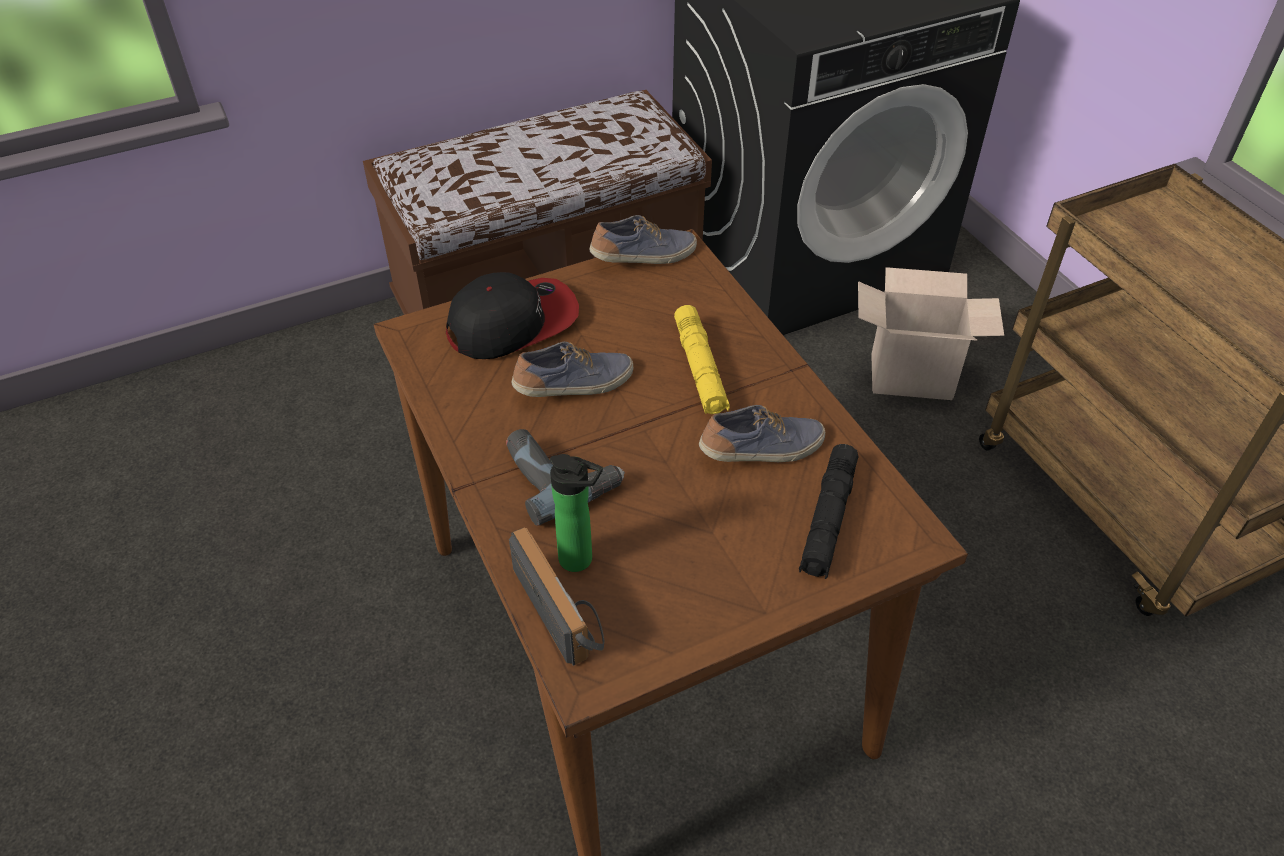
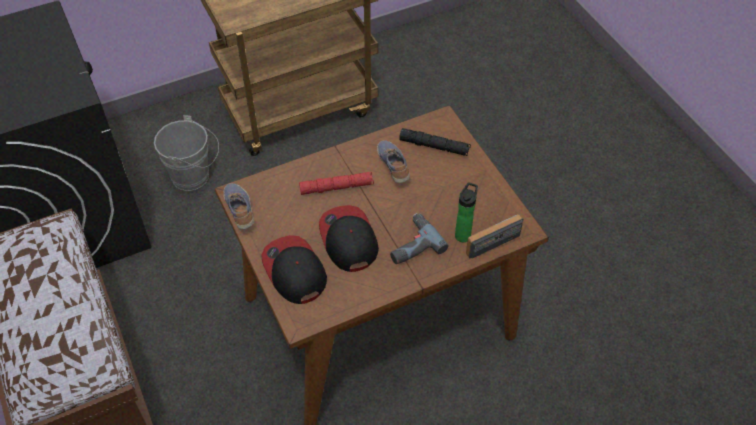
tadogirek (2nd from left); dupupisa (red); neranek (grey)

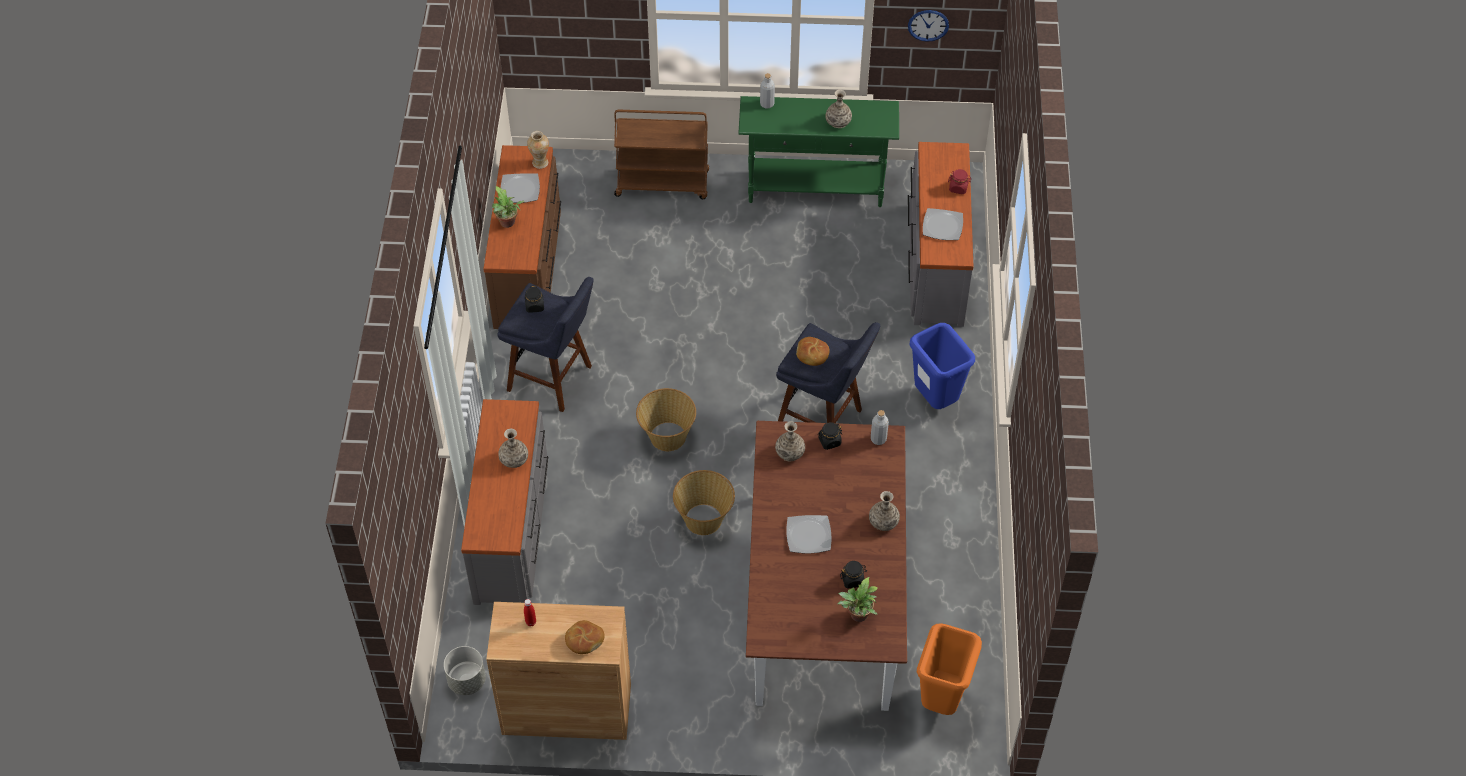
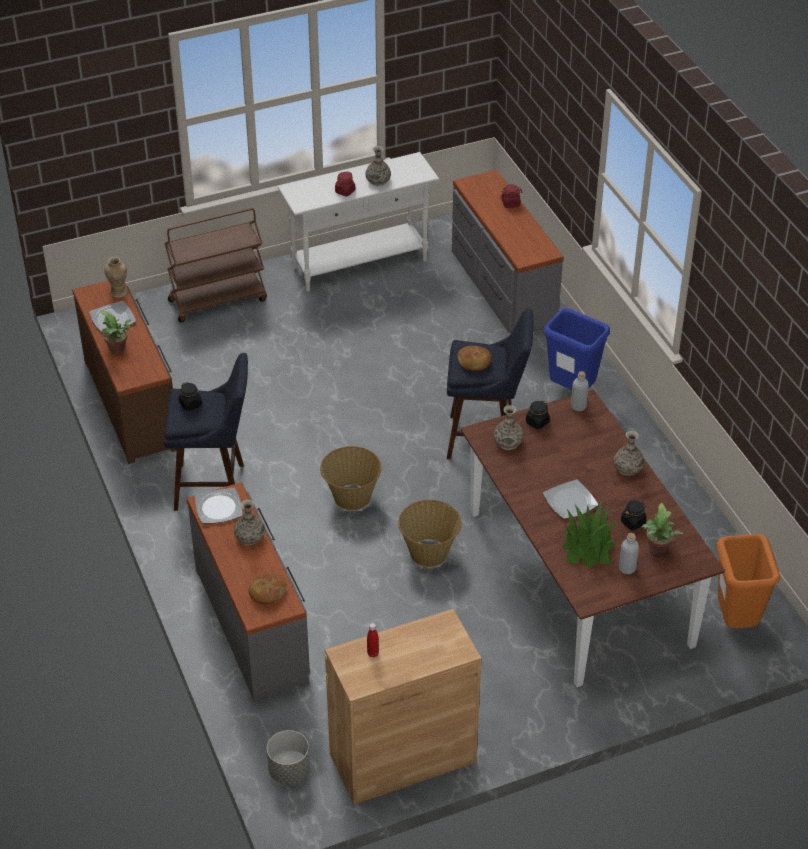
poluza (1st from left); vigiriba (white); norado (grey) (2nd from left); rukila; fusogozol (2nd from left); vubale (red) (1st from left); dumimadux (2nd from left)

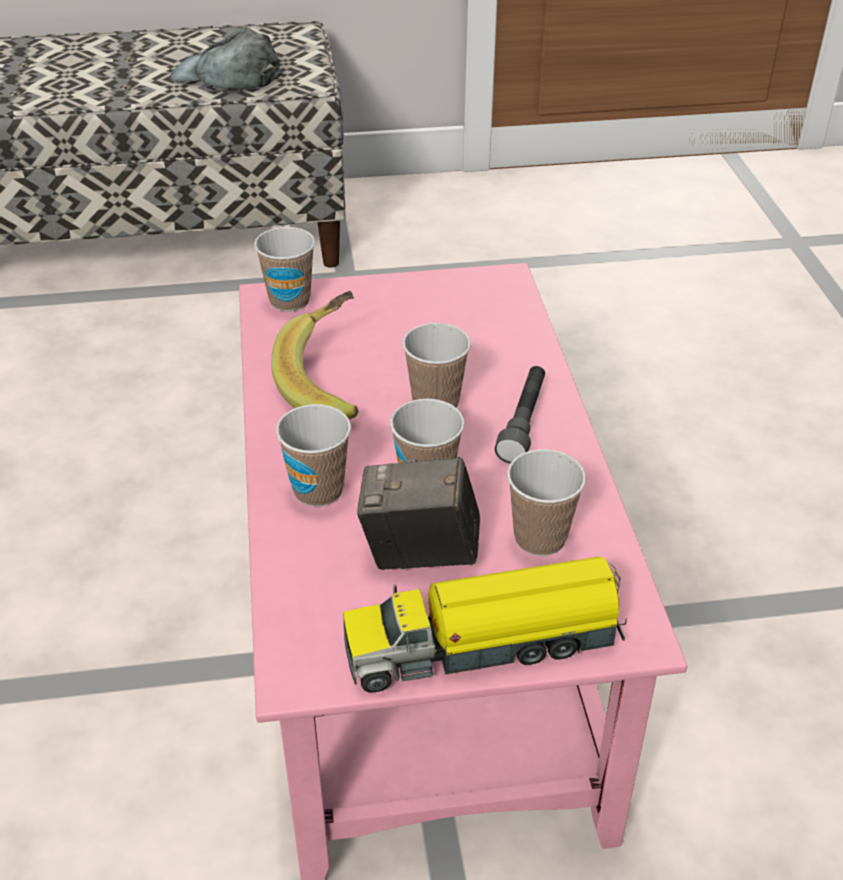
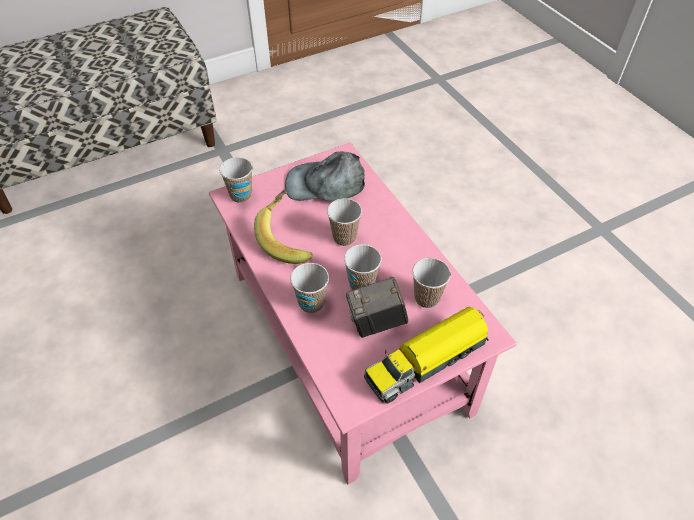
tadogirek (grey); dupupisa (grey)

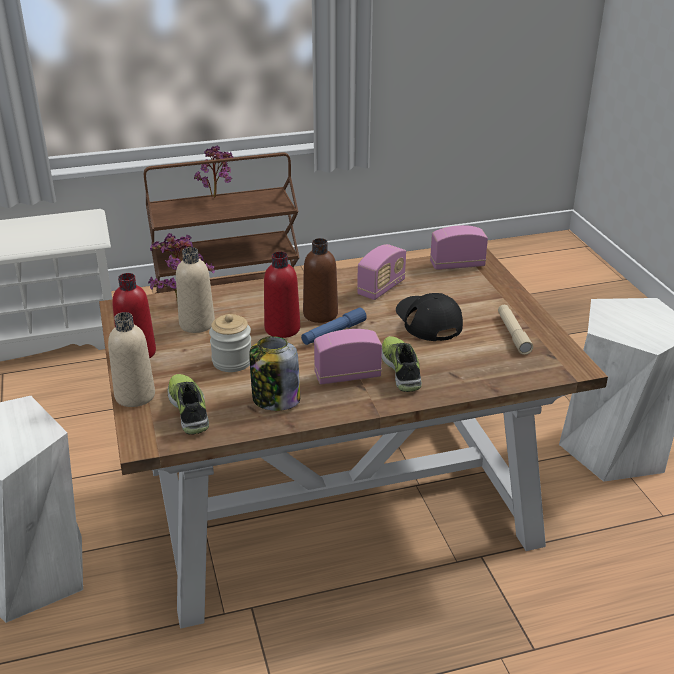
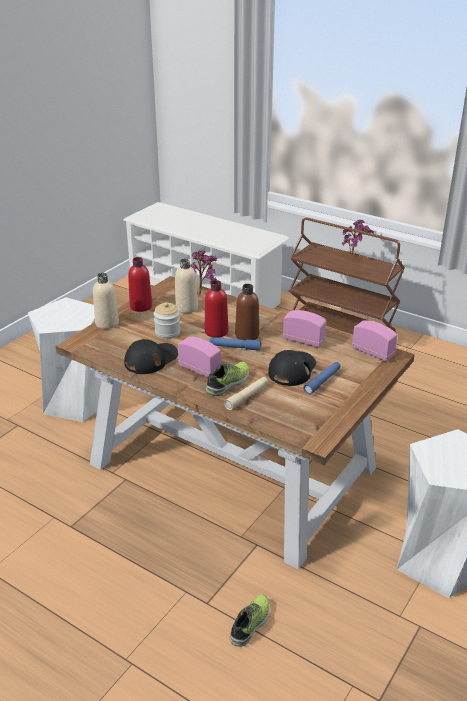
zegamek (2nd from left); tadogirek (black) (1st from left); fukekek (2nd from left); dupupisa (beige); dupupisa (blue) (2nd from left)

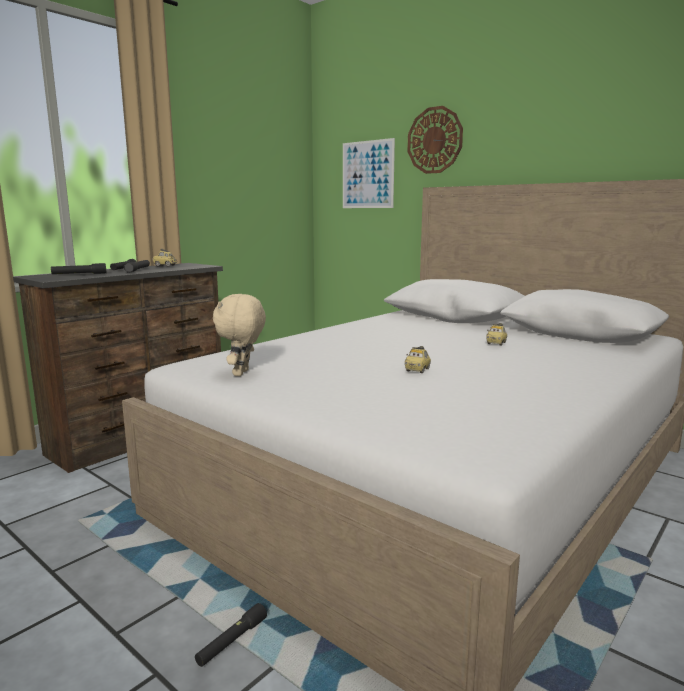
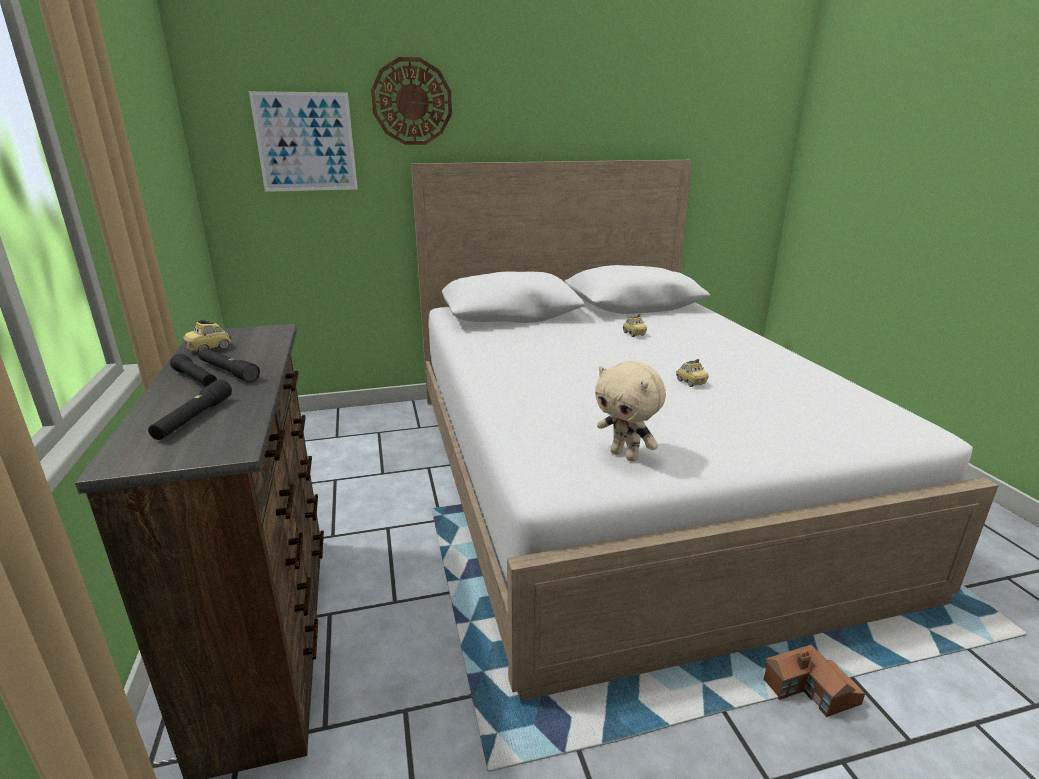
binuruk

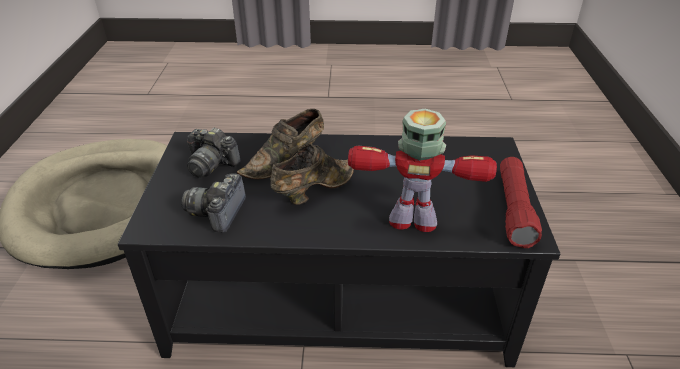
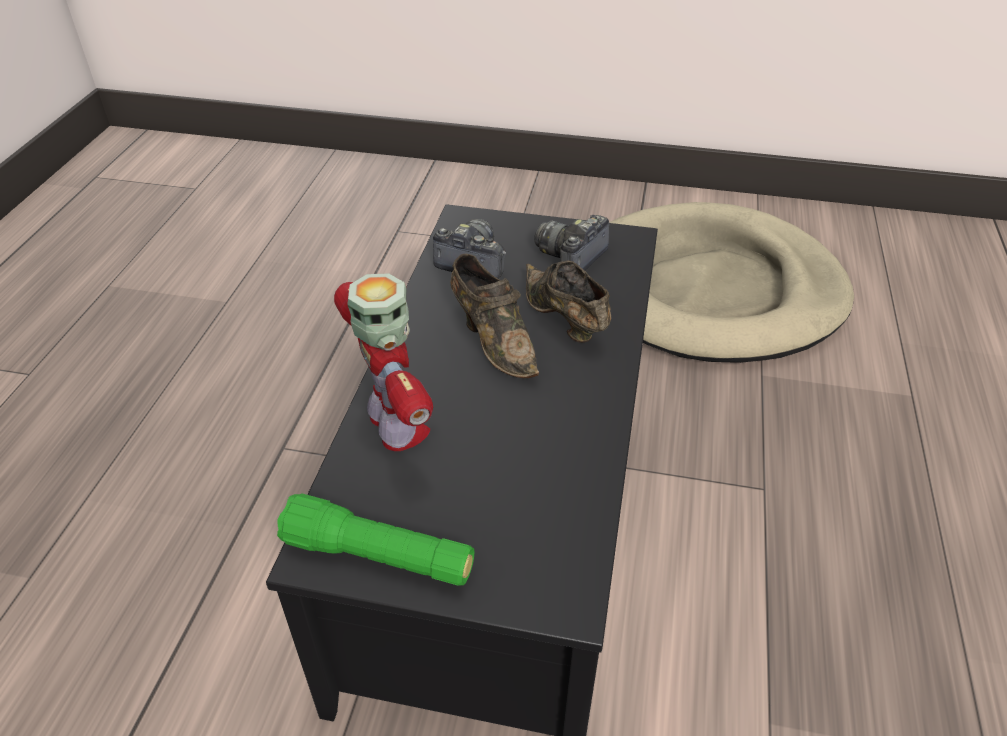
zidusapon; dupupisa (green)

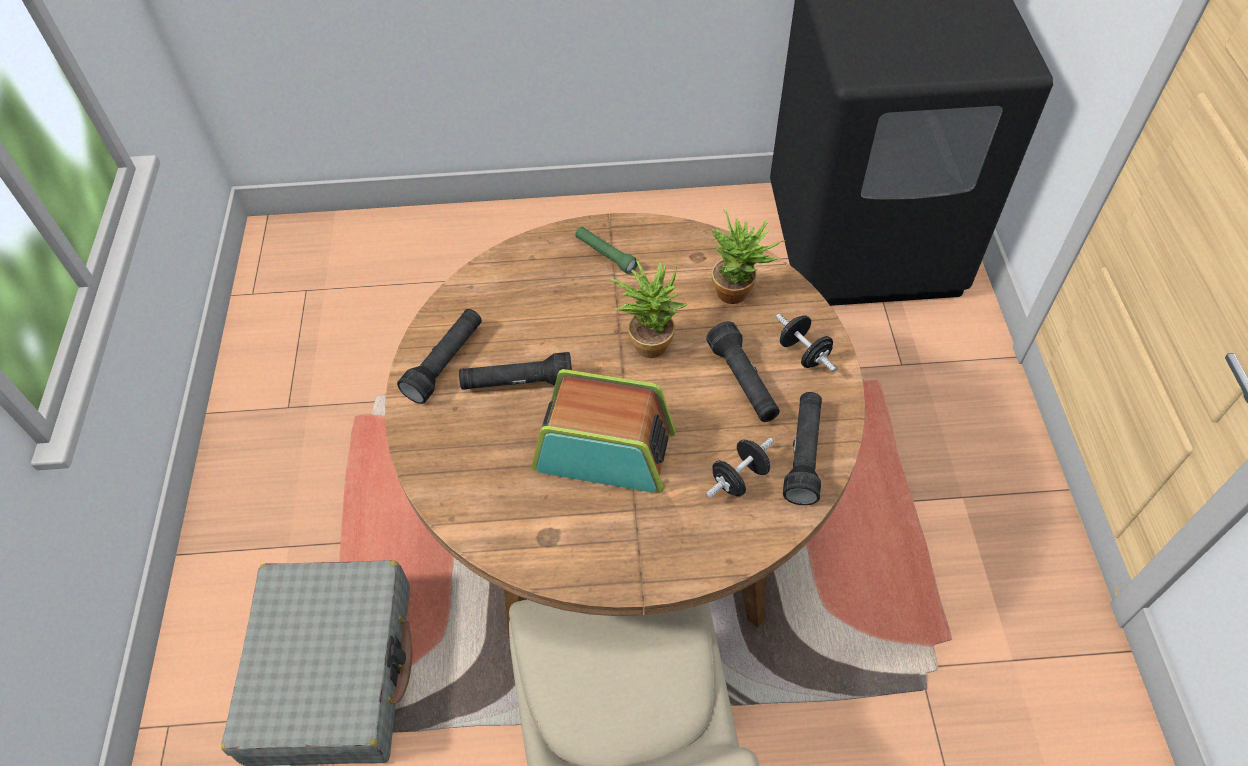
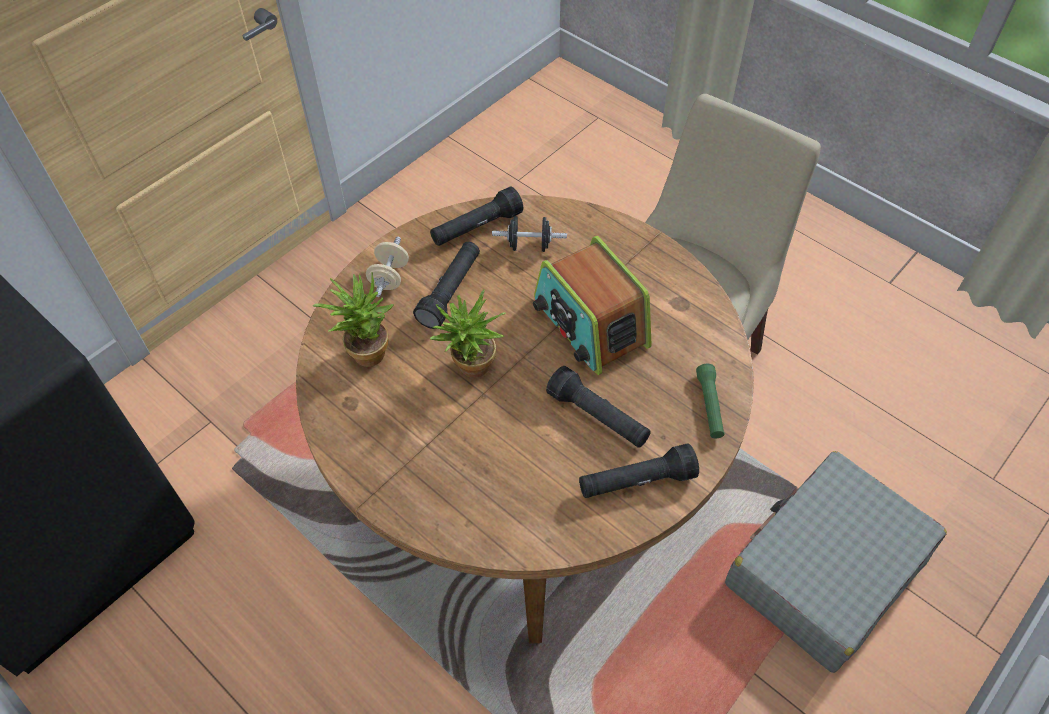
dupupisa (green); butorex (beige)

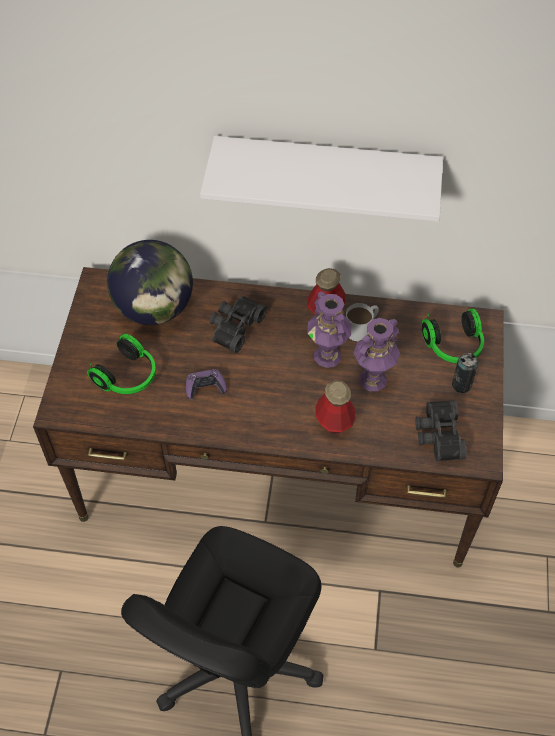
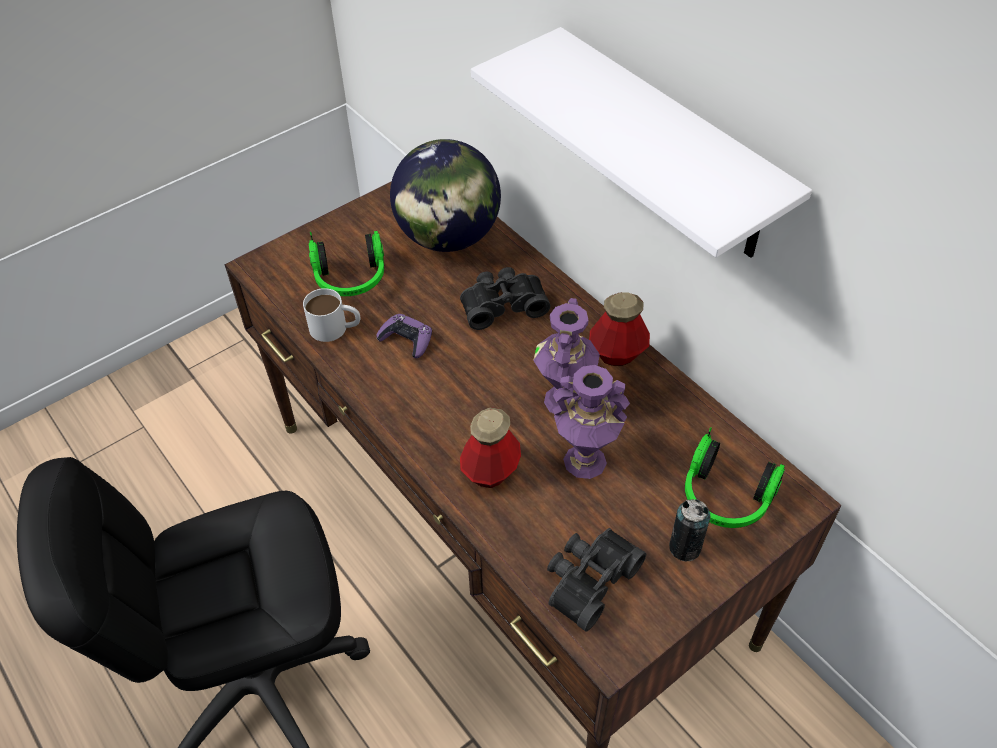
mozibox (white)

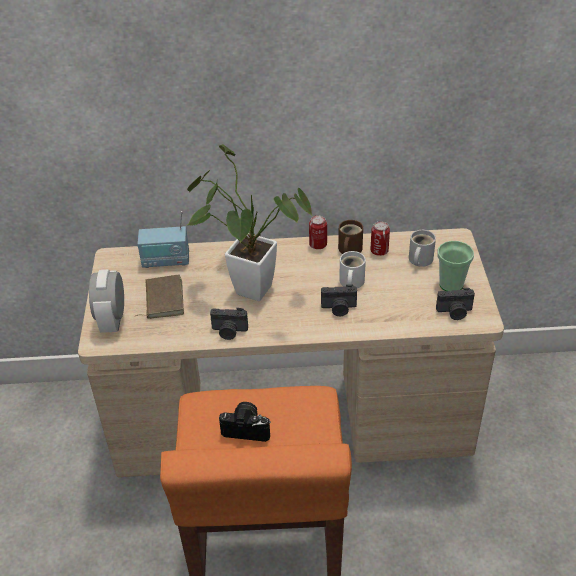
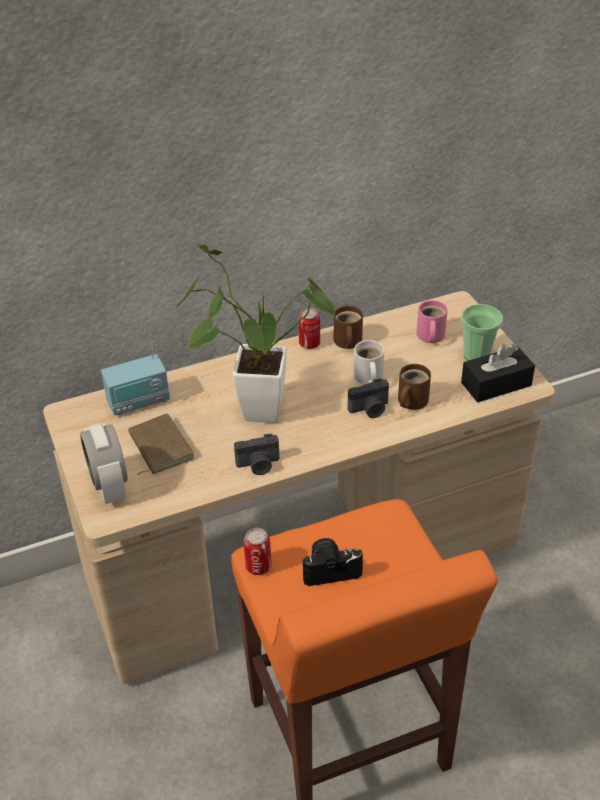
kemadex (1st from left); mozibox (pink); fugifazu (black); mozibox (brown) (2nd from left)

